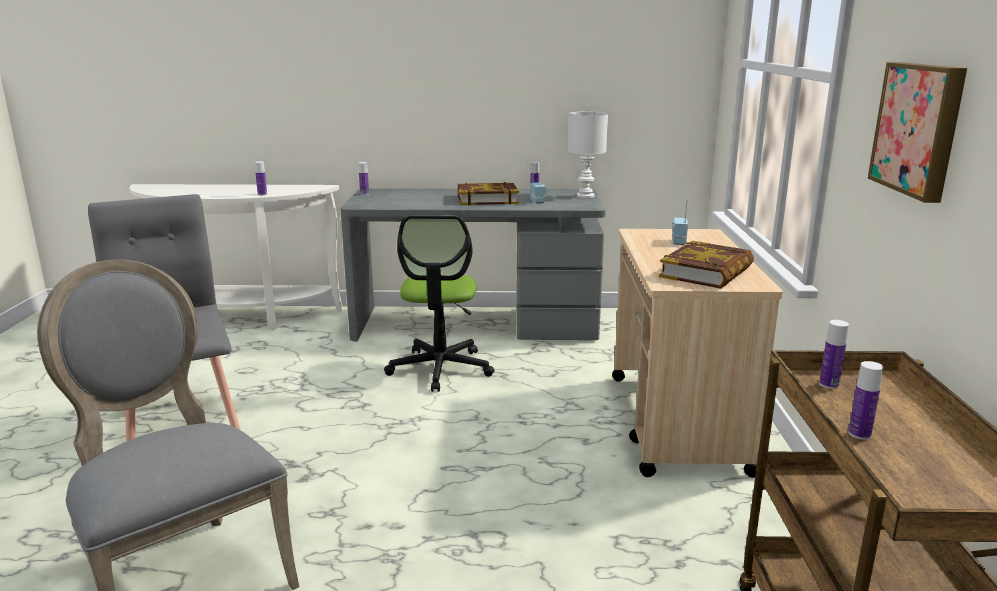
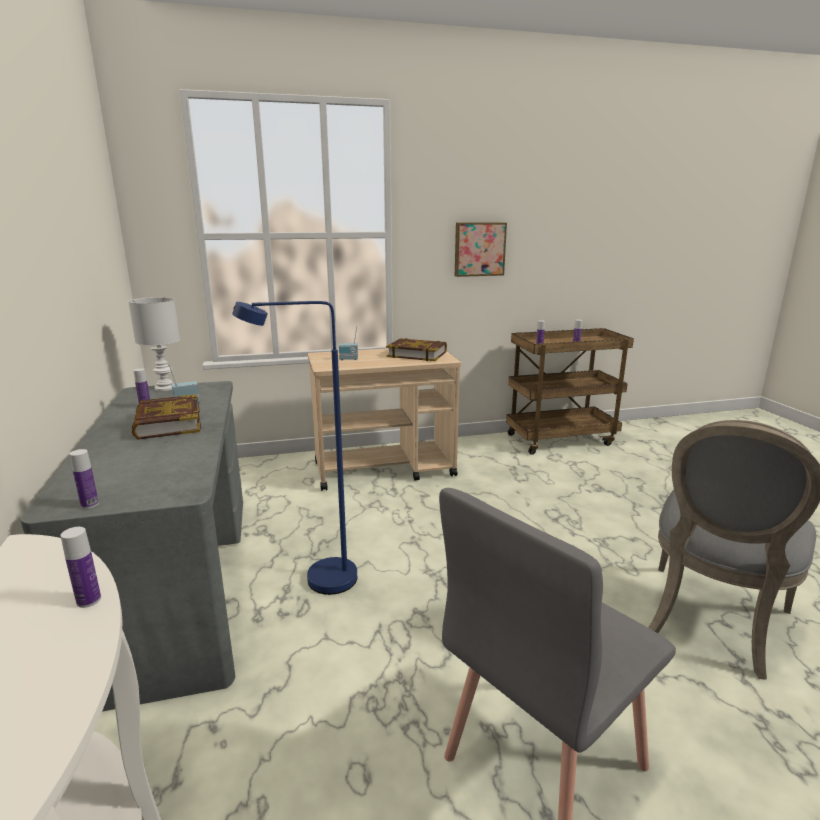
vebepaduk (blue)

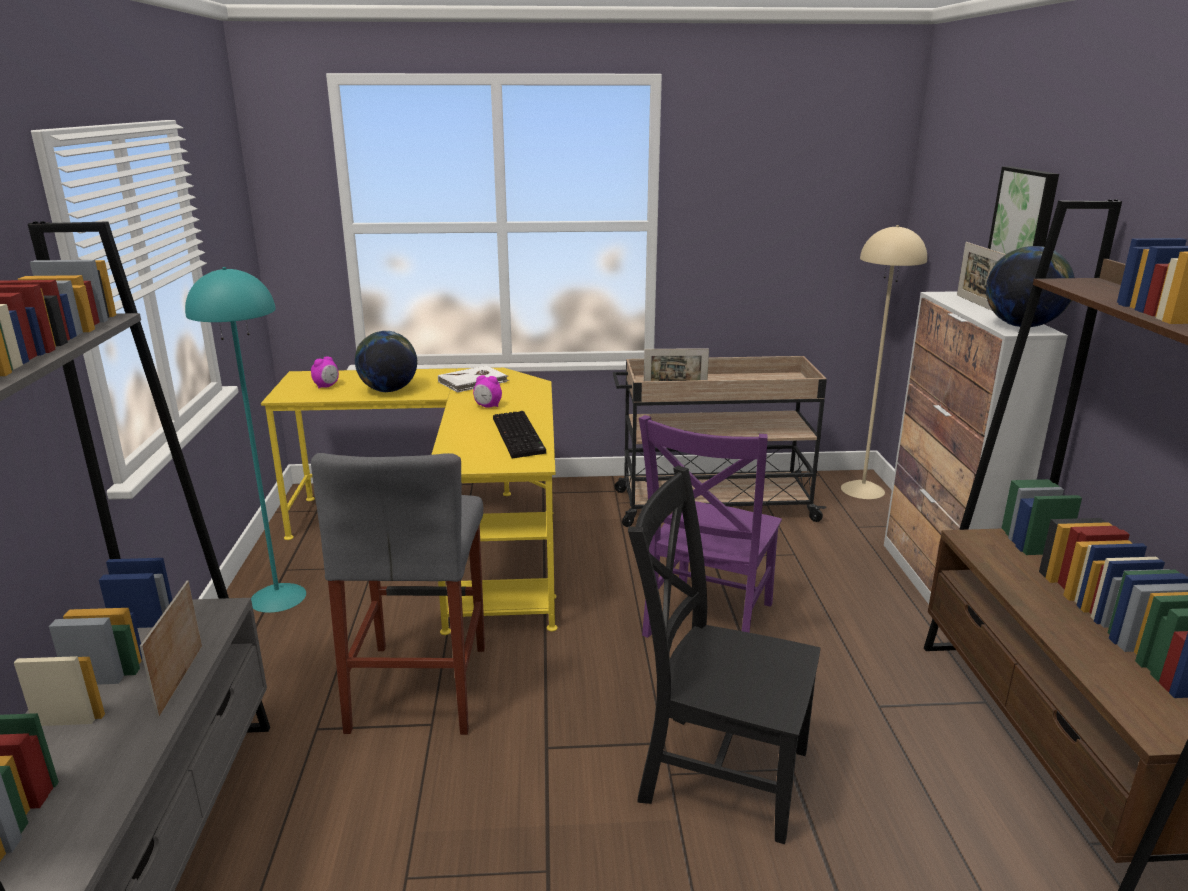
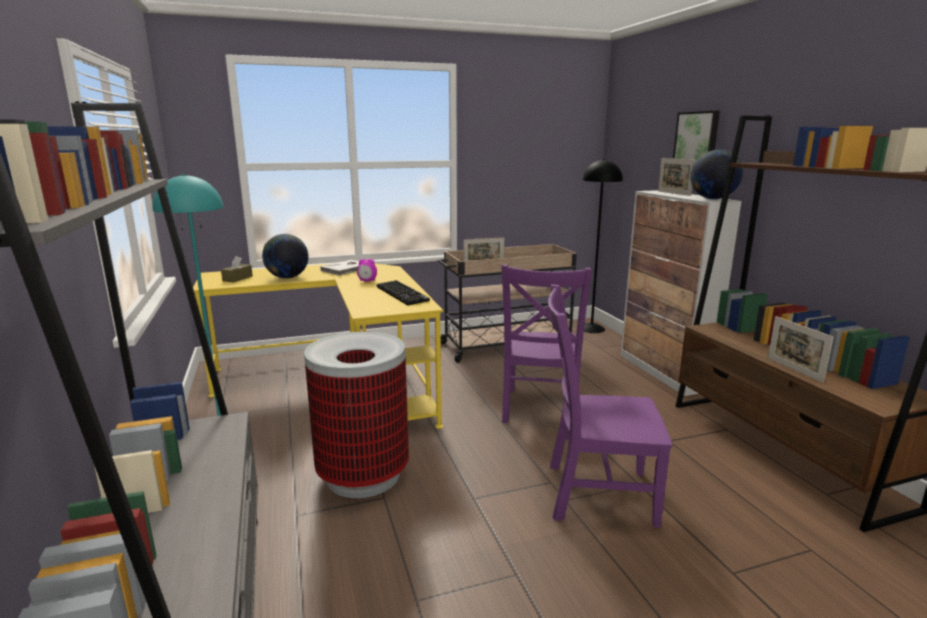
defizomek (3rd from left); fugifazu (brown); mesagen; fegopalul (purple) (2nd from left); vebepaduk (black)

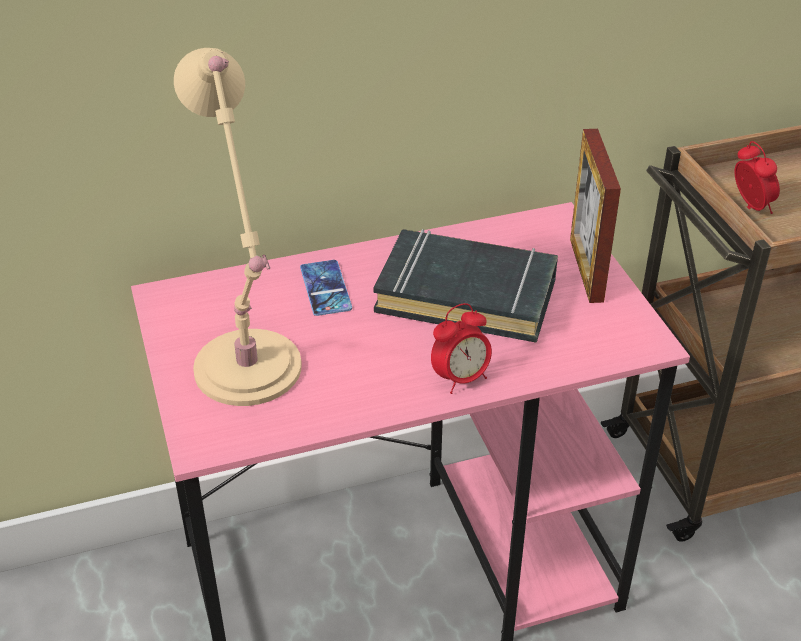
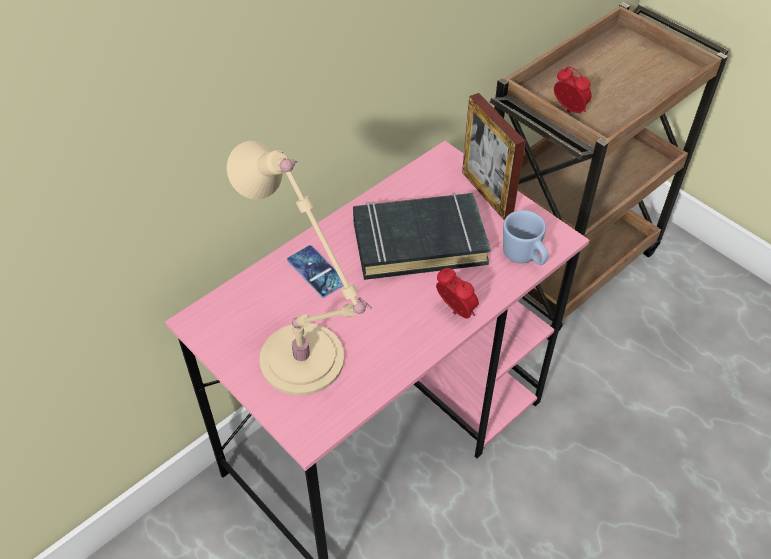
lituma (1st from left); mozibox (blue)

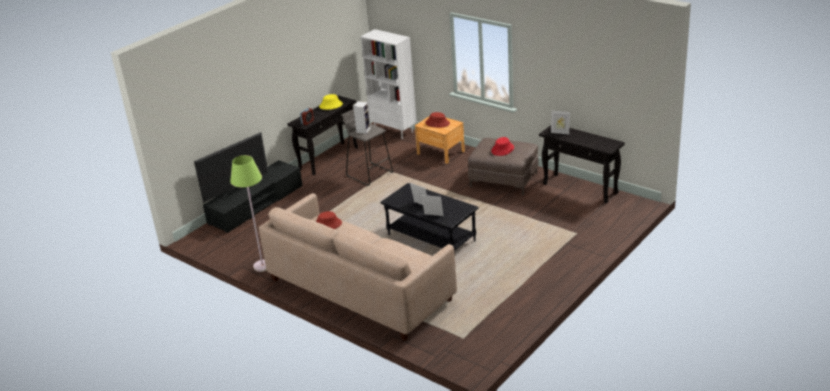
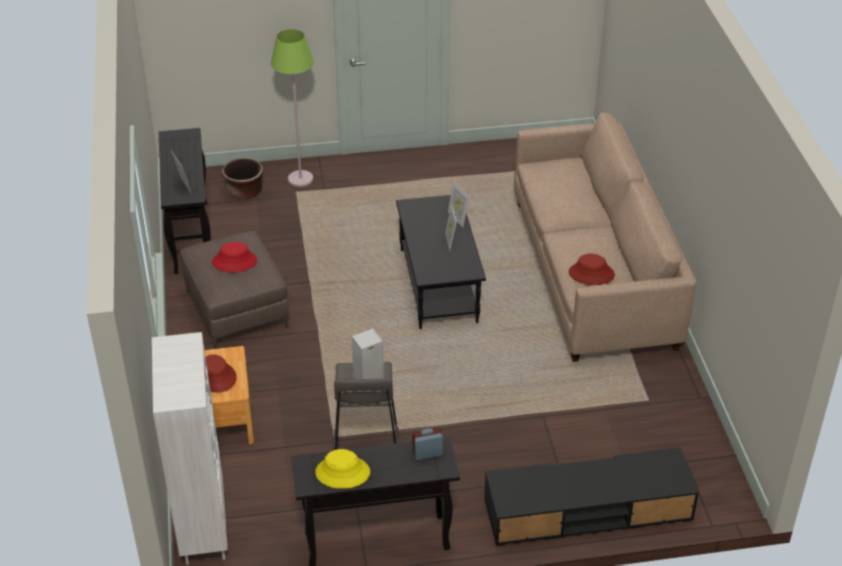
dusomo; vebepaduk (green); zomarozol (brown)

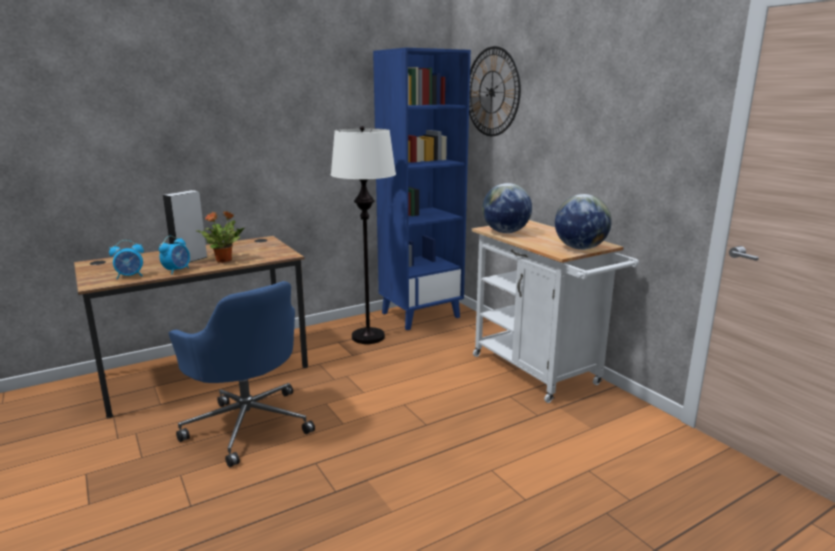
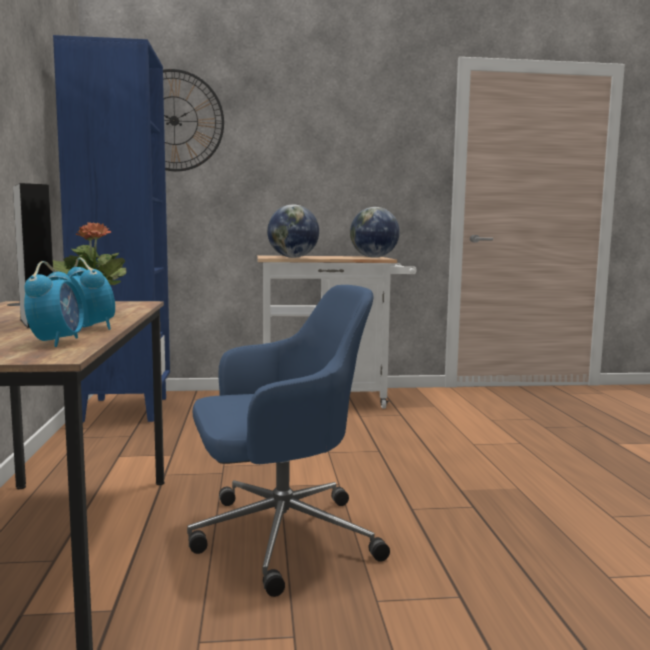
vebepaduk (white)

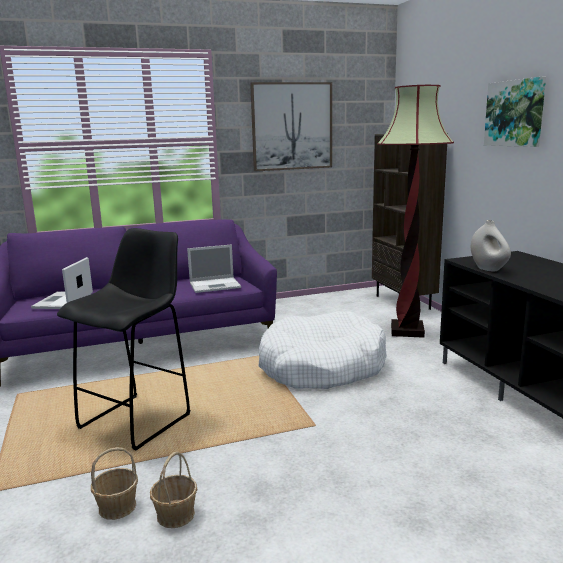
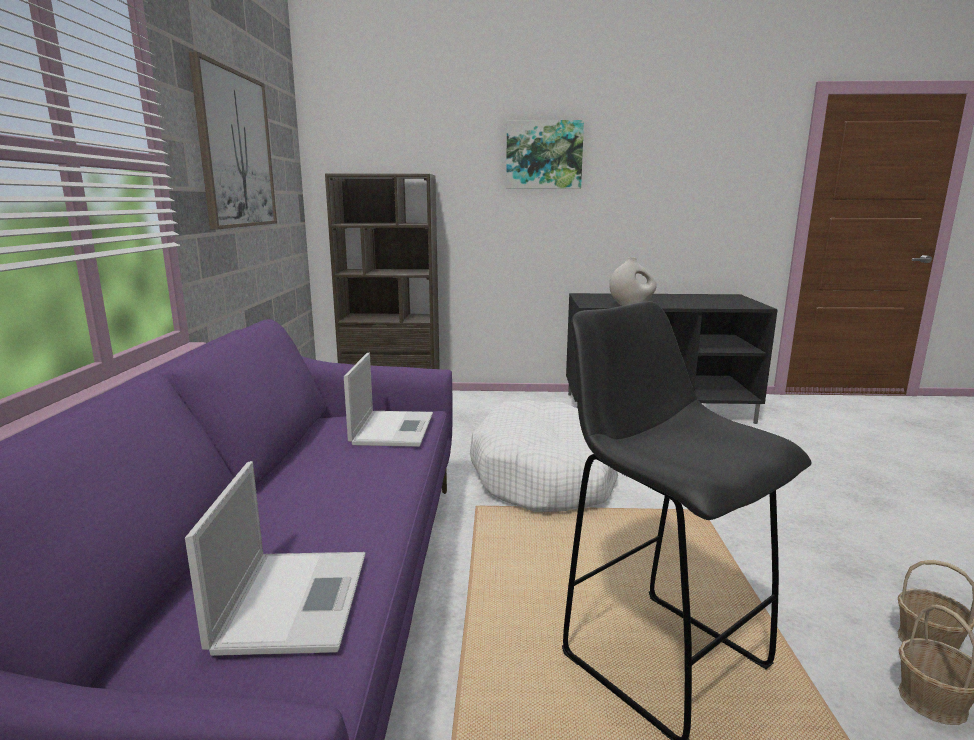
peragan (1st from left); vebepaduk

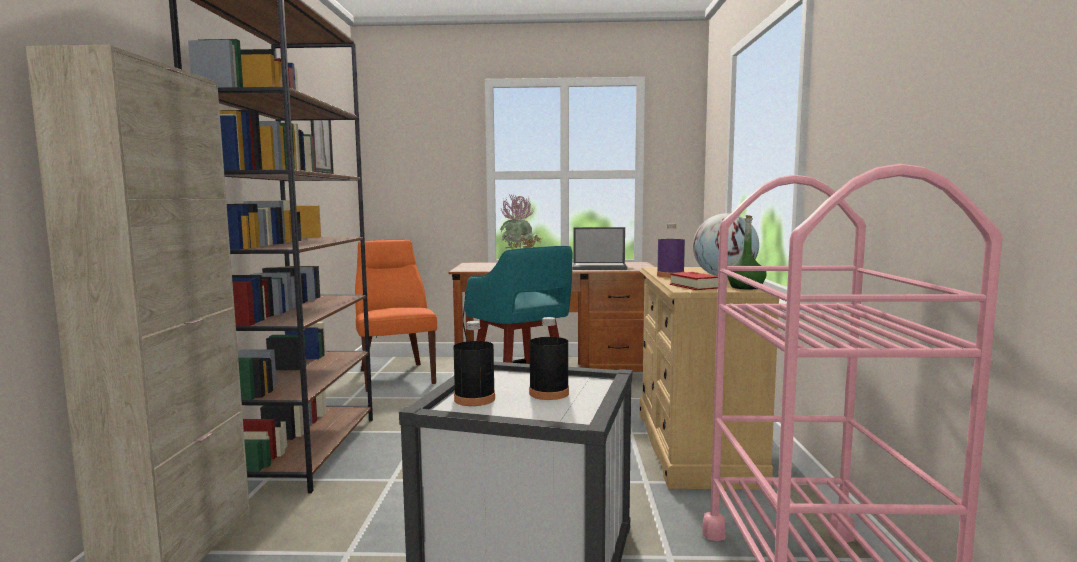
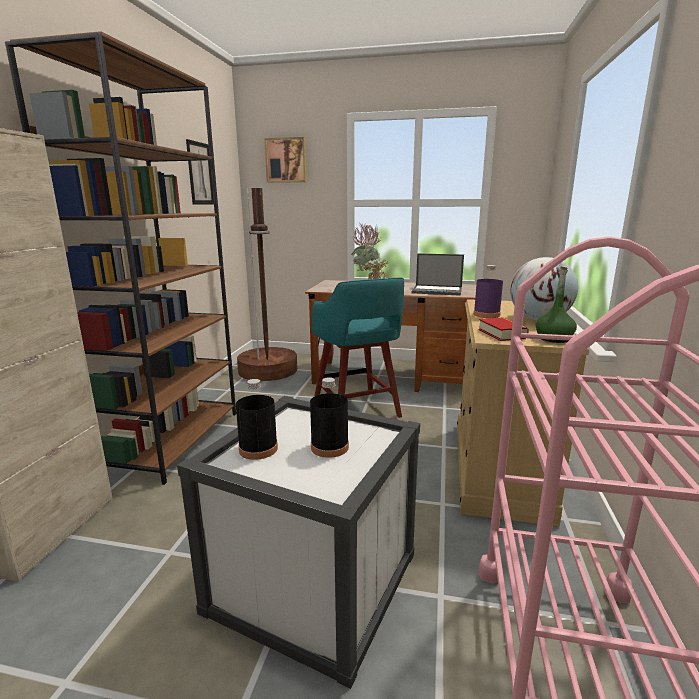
vebepaduk (brown); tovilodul (2nd from left)

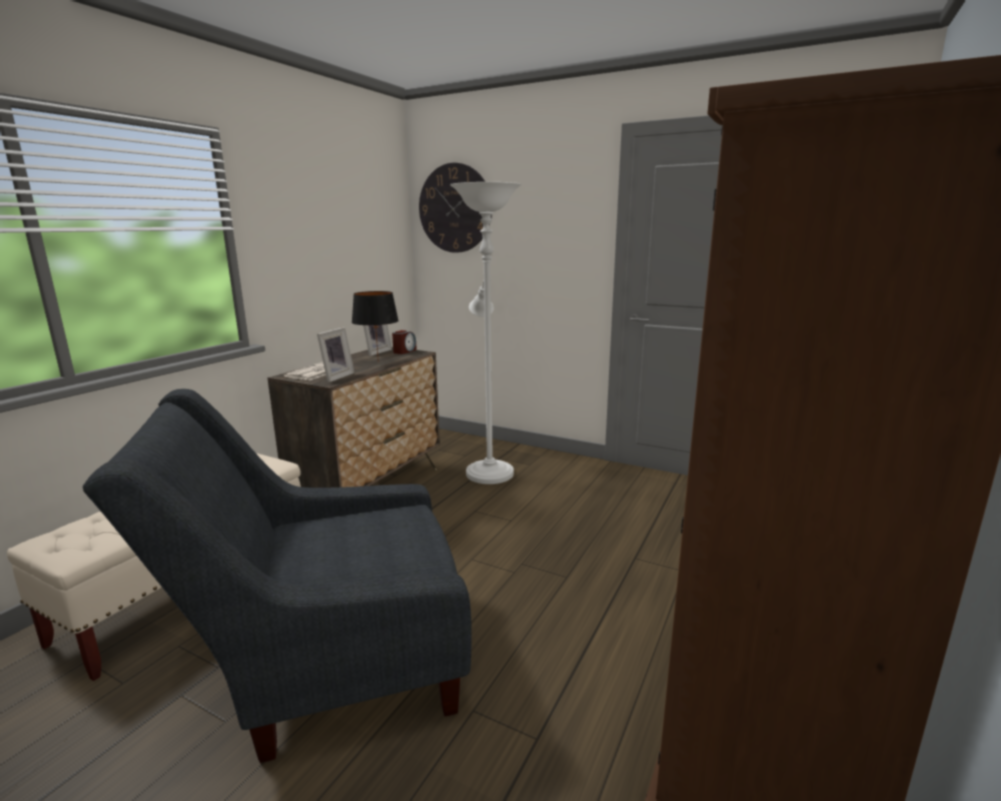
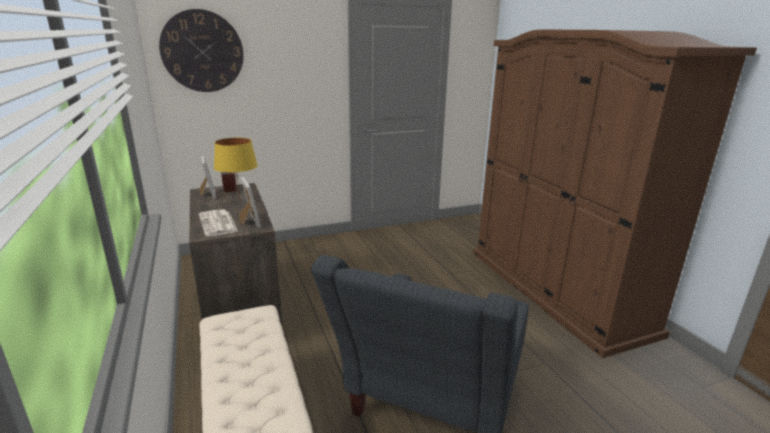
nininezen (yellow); vebepaduk (white)

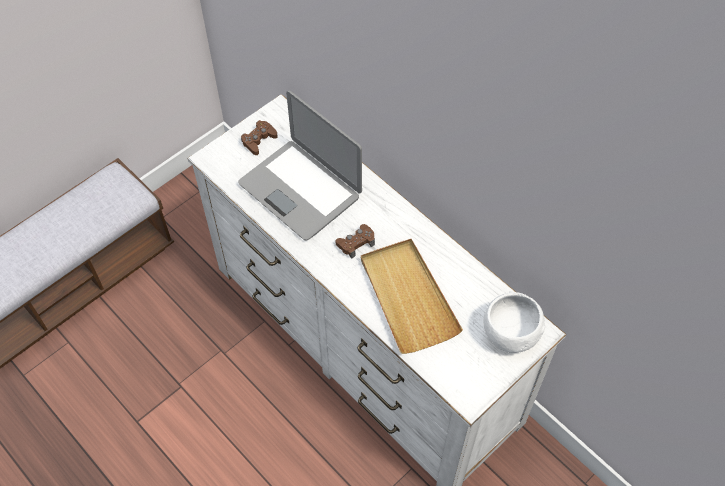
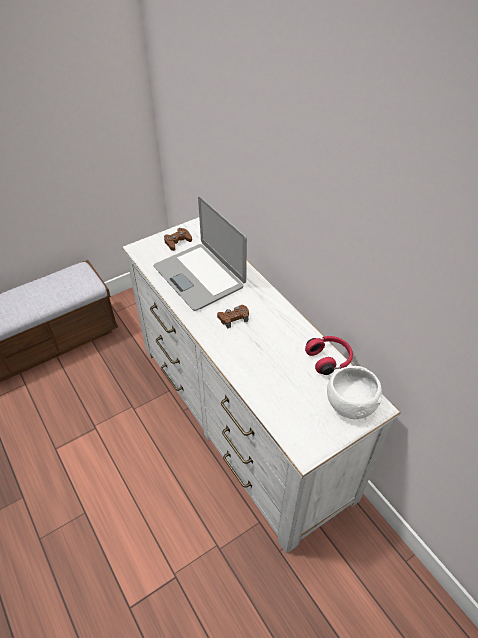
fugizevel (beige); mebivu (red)

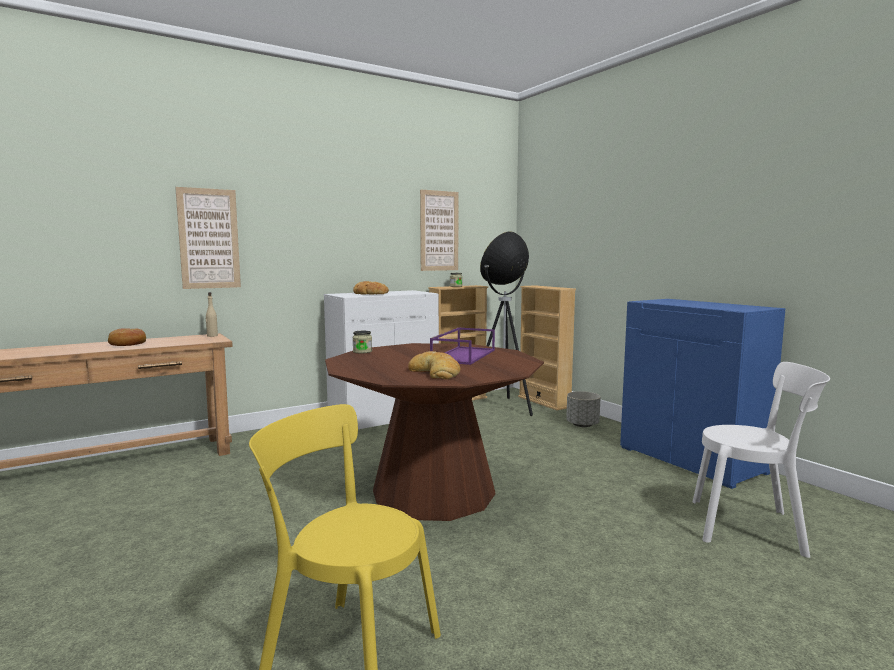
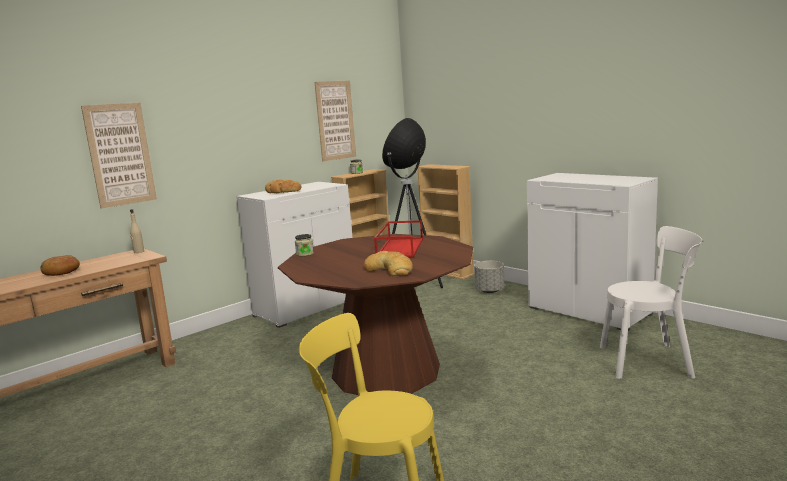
fugizevel (red); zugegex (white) (2nd from left)

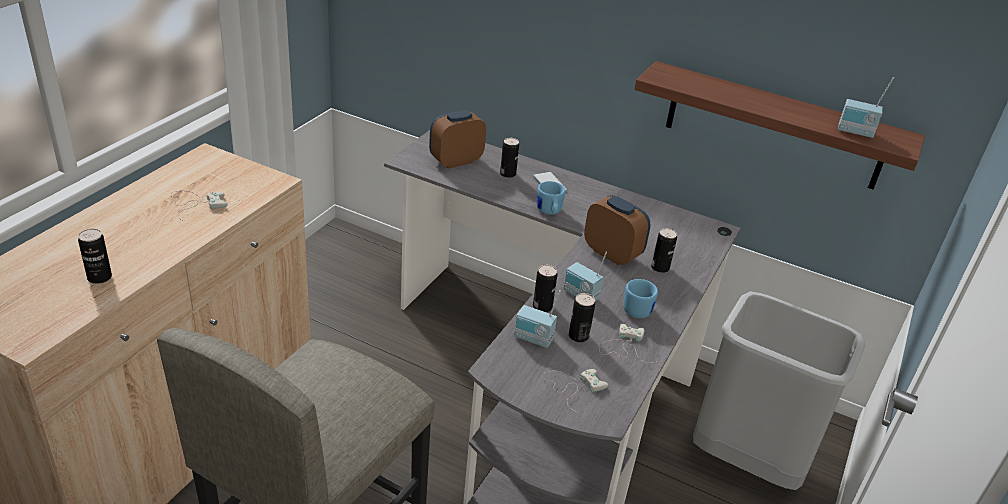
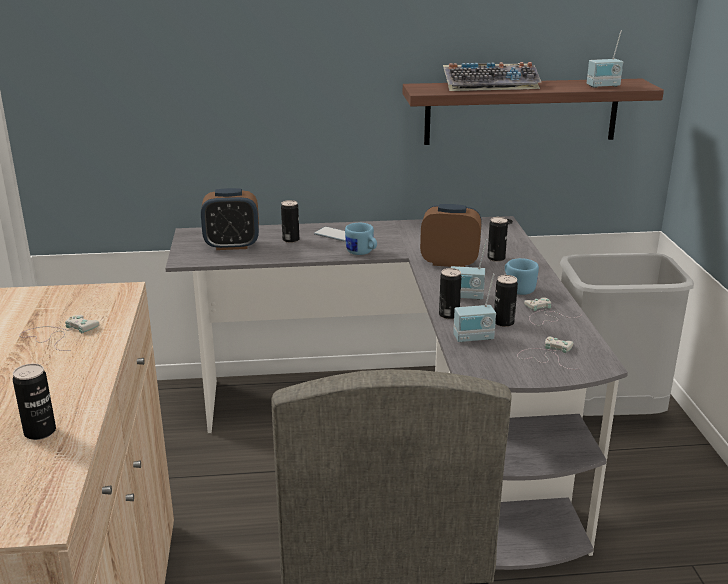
lituma (1st from left); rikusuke

